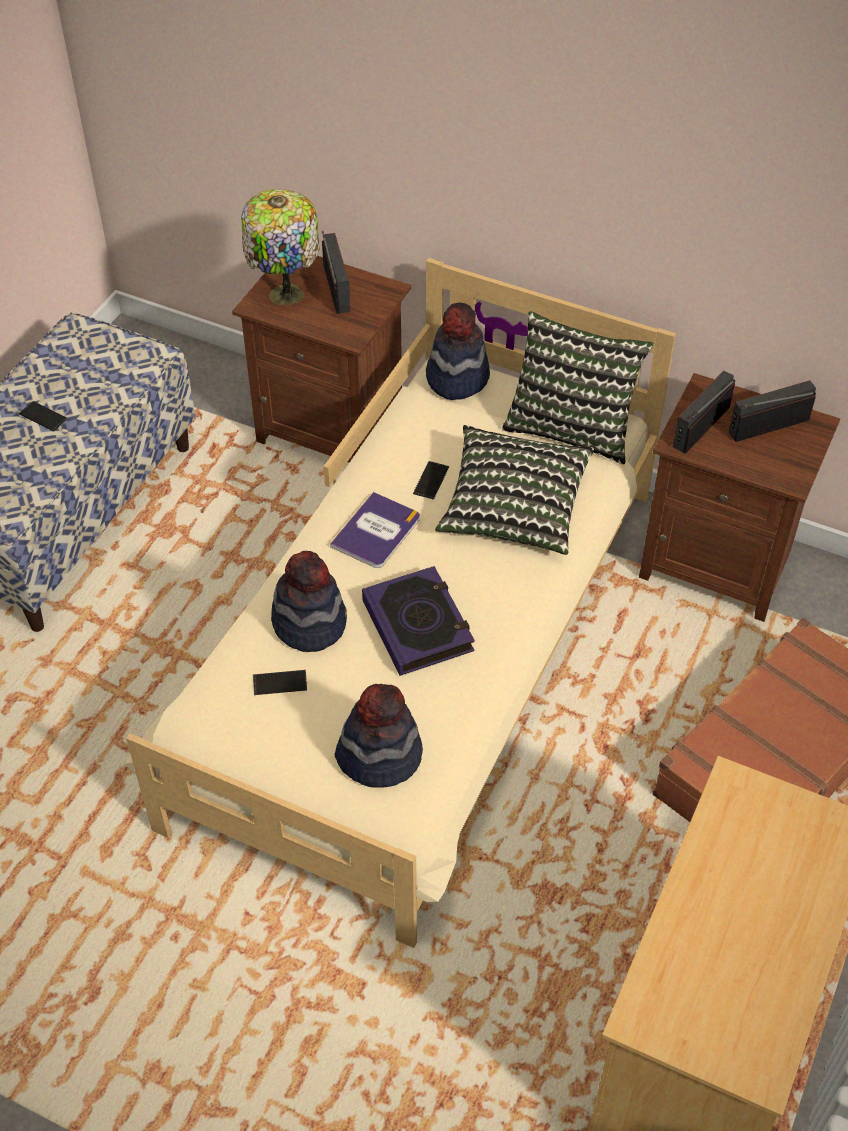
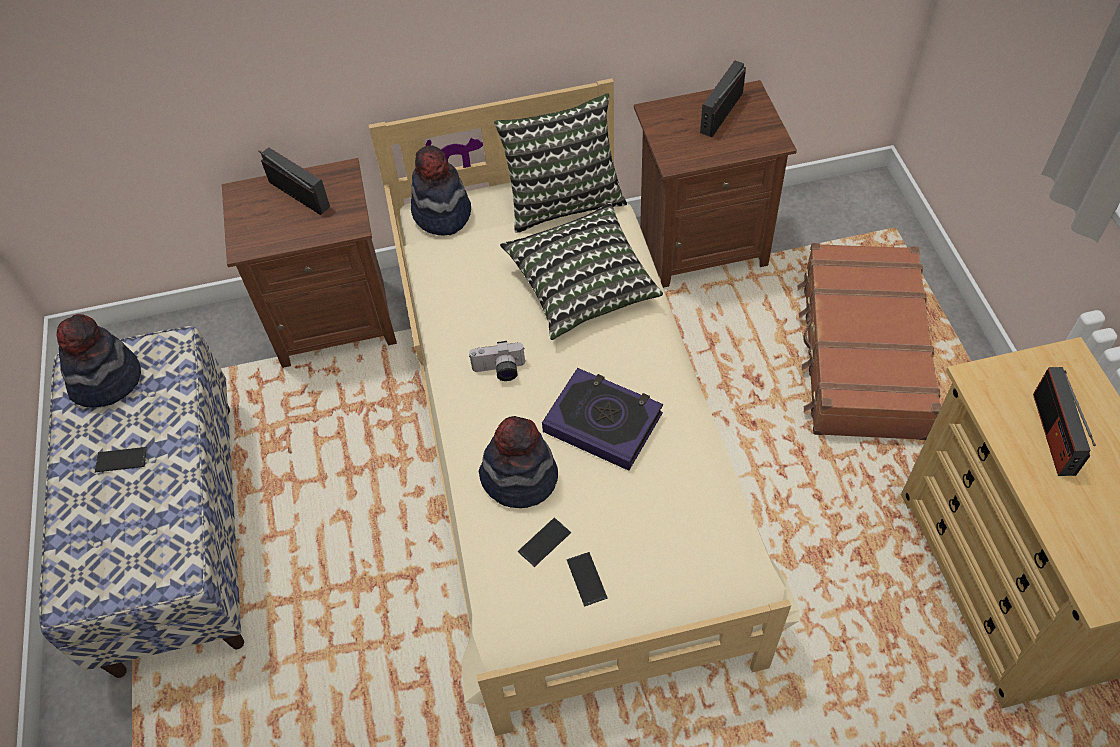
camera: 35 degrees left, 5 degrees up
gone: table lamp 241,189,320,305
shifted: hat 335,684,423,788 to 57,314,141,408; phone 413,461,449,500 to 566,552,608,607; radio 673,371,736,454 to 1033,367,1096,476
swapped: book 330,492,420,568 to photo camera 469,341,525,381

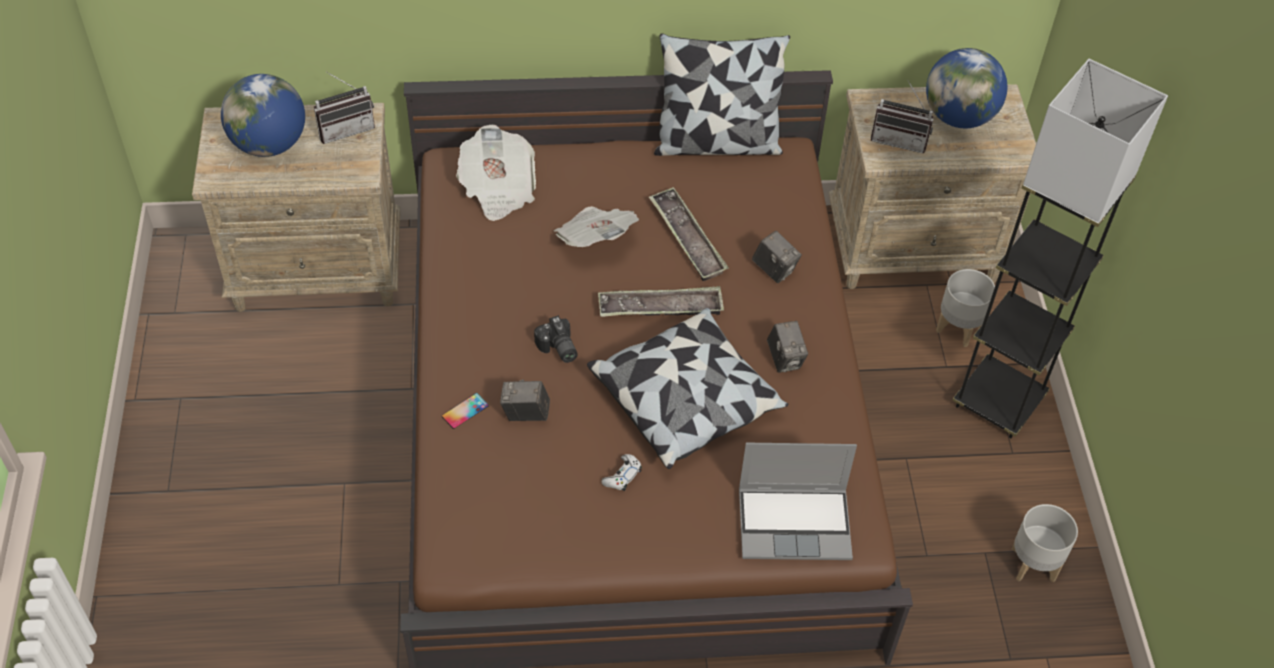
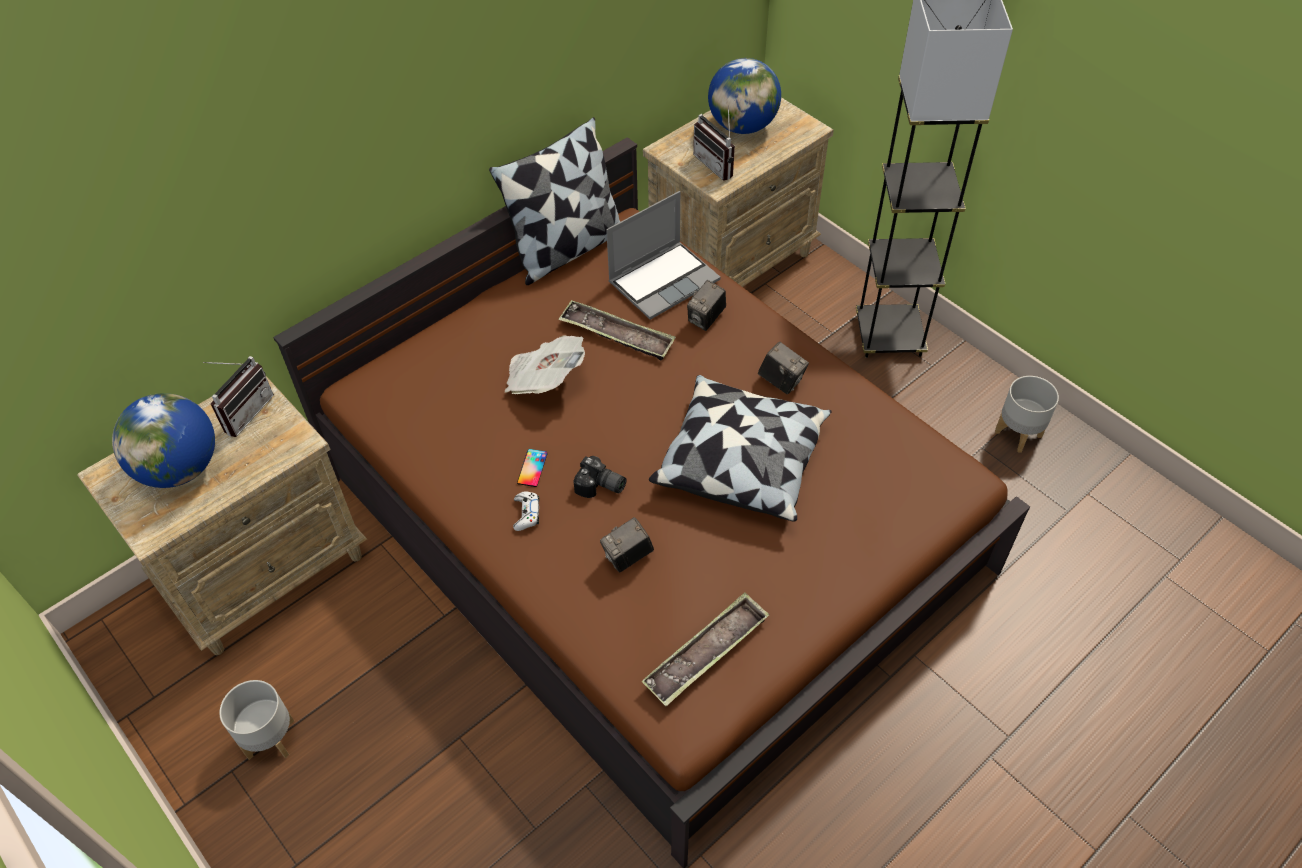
camera: 35 degrees left, 0 degrees up
gone: newspaper 456,125,536,221
shifted: phone 442,393,489,429 to 517,449,548,487; tray 598,286,724,317 to 642,592,769,706; game controller in white 602,454,642,491 to 513,491,539,531; laptop 739,443,857,560 to 606,191,721,320; planter in grey 936,269,995,347 to 219,680,294,760
rotated: photo camera 752,231,802,283 = 687,280,726,331 120 degrees clockwise; radio 871,80,933,154 = 693,105,735,181 75 degrees clockwise

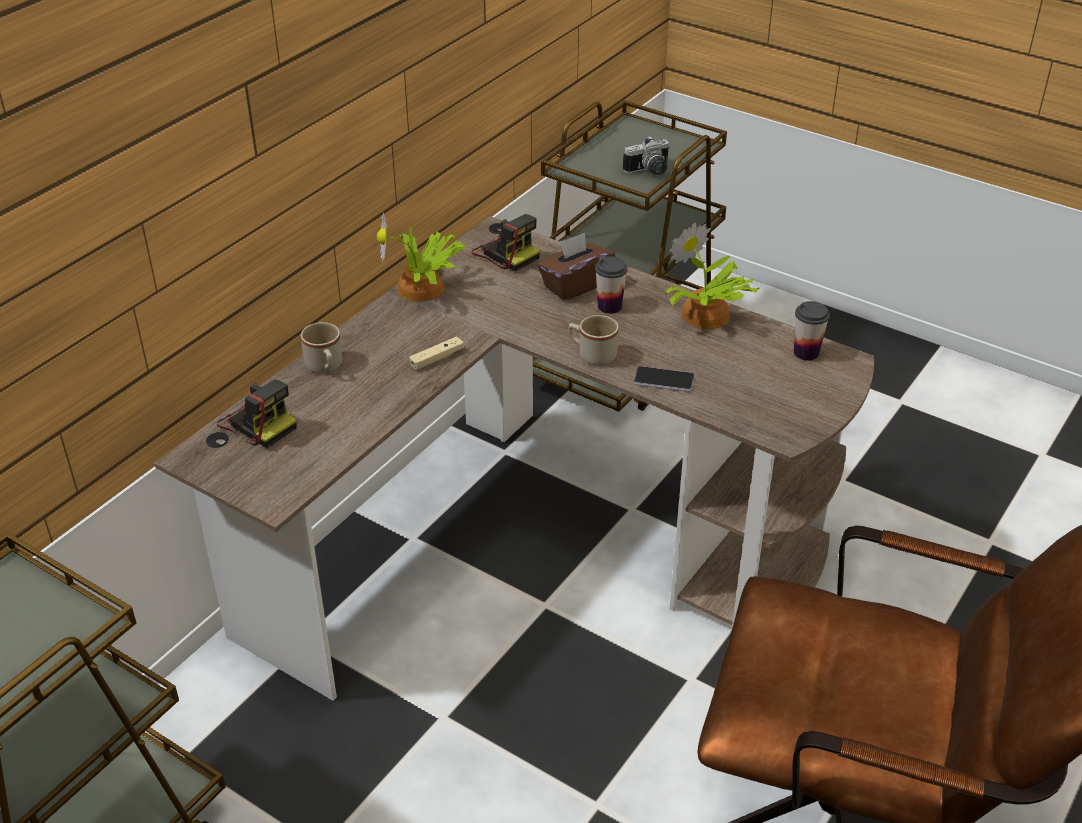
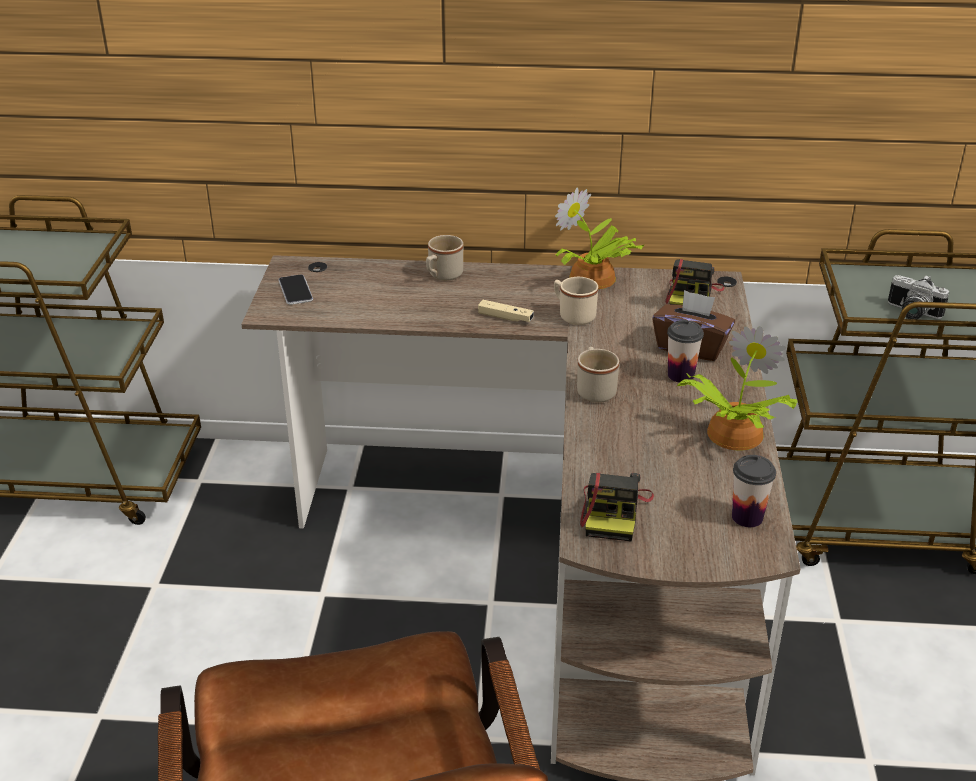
camera: 60 degrees right, 5 degrees down
new: mug in beige 554,277,598,325
shifted: photo camera 217,379,296,448 to 580,473,654,542; phone 634,366,695,392 to 278,275,313,305

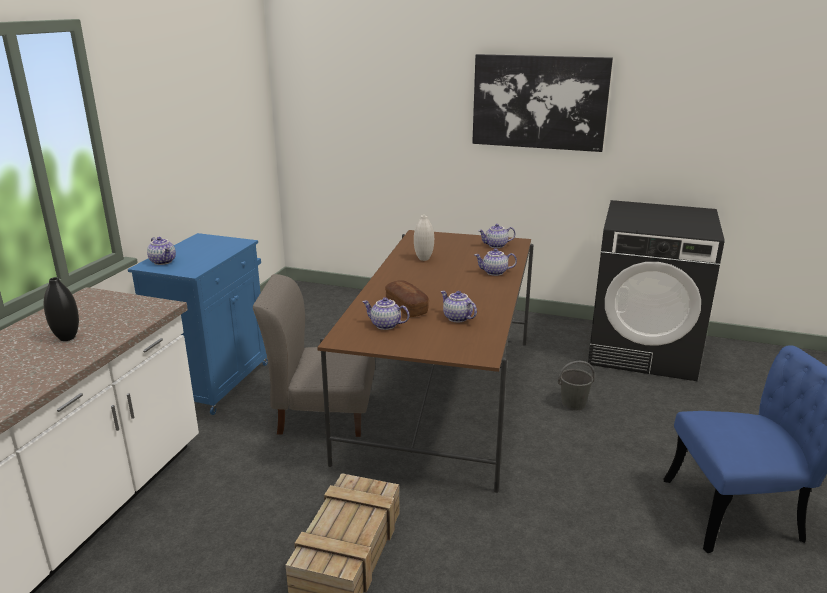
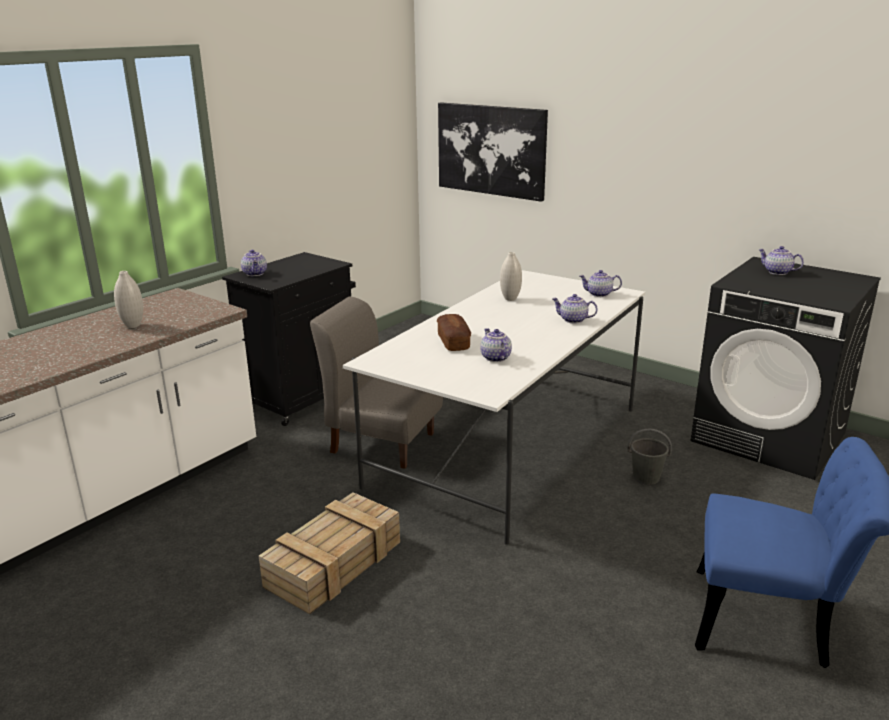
camera: 20 degrees right, 0 degrees up
shifted: teapot 362,297,410,330 to 758,246,804,275; picture 472,54,613,152 to 438,102,548,202
repainted: vase in black 44,277,79,341 to vase in white 114,271,143,328; cabinet in blue 128,233,268,415 to cabinet in black 222,252,356,426; dining table in brown 317,230,533,493 to dining table in white 343,270,645,545

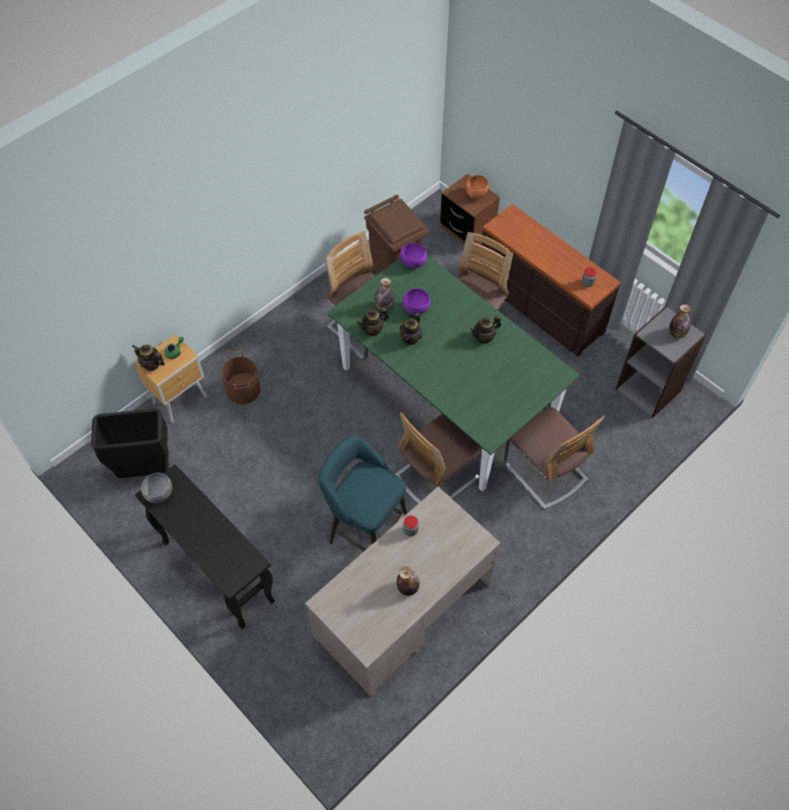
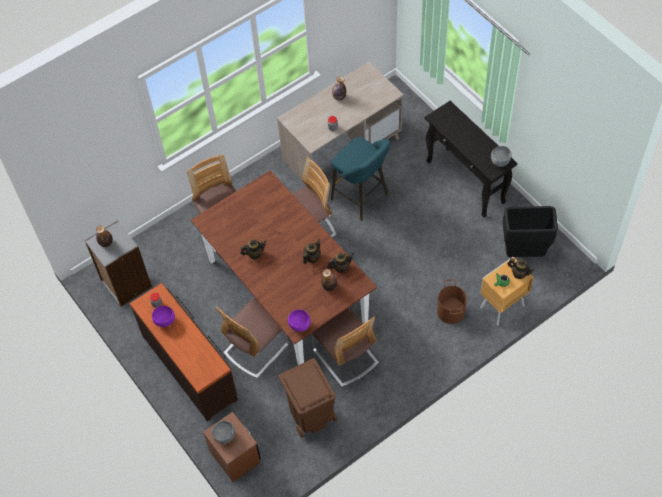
camera: 170 degrees left, 0 degrees up
shifted: bowl in purple 403,288,430,315 to 152,306,175,327
repainted: dining table in green 327,255,580,491 to dining table in brown 191,170,377,365; bowl in orange 465,175,489,199 to bowl in grey 212,421,235,444

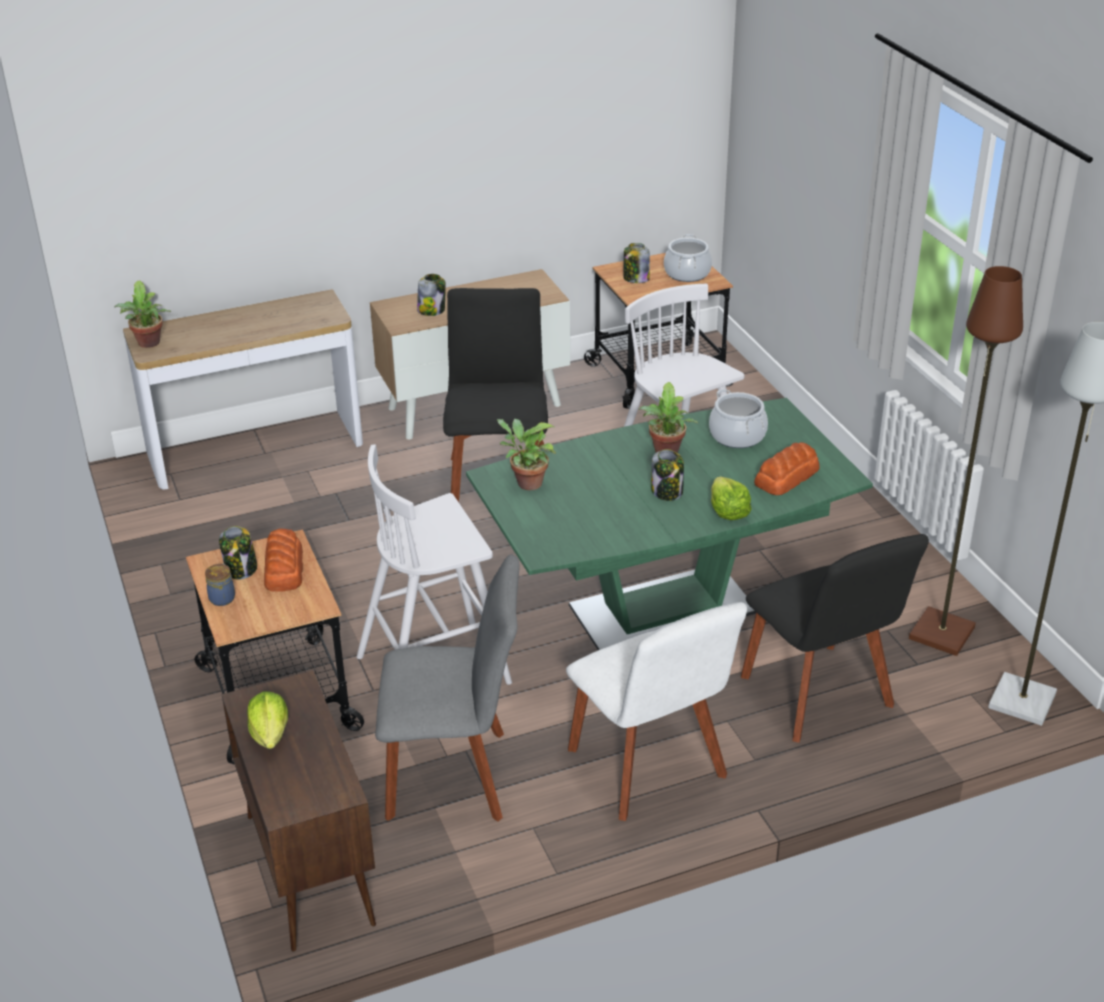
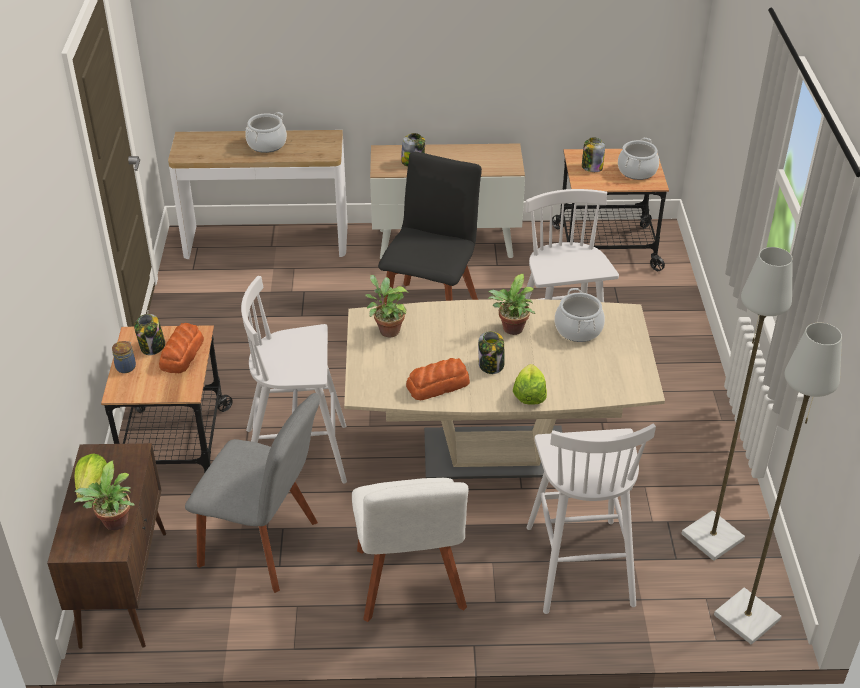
camera: 20 degrees right, 5 degrees up
new: cooking pot 245,112,287,153
shifted: potted plant 115,281,171,348 to 74,460,135,531; bread 754,442,819,495 to 406,358,470,400
swapped: chair in black 741,534,929,743 to stool in white 527,424,656,614
repainted: dining table in green 466,398,873,650 to dining table in beige 344,299,665,479; floor lamp in brown 909,266,1023,656 to floor lamp in grey 681,247,793,561

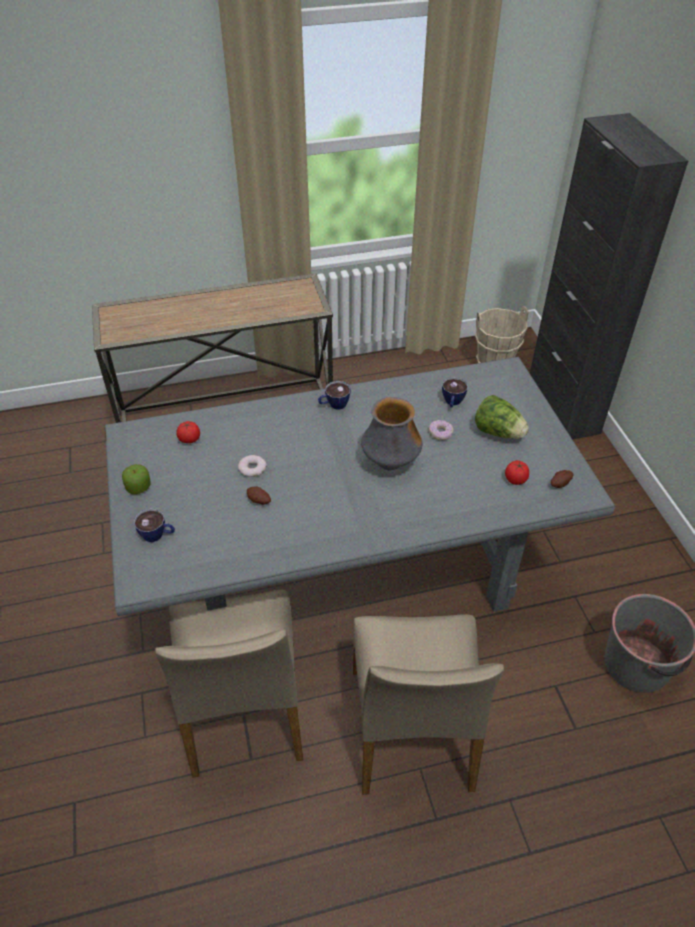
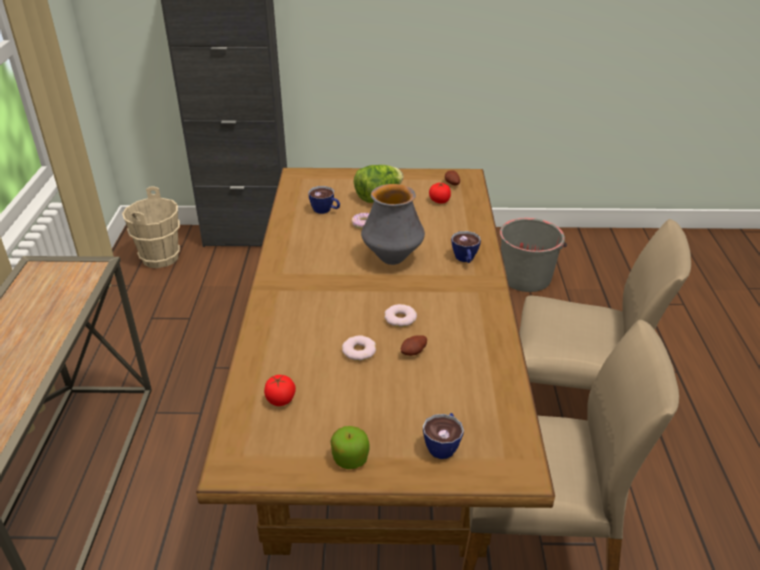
camera: 75 degrees left, 10 degrees down
new: donut 384,304,417,327
shifted: cup 318,381,351,410 to 451,231,481,263
repainted: dining table in grey 105,357,616,616 to dining table in brown 196,168,555,557

